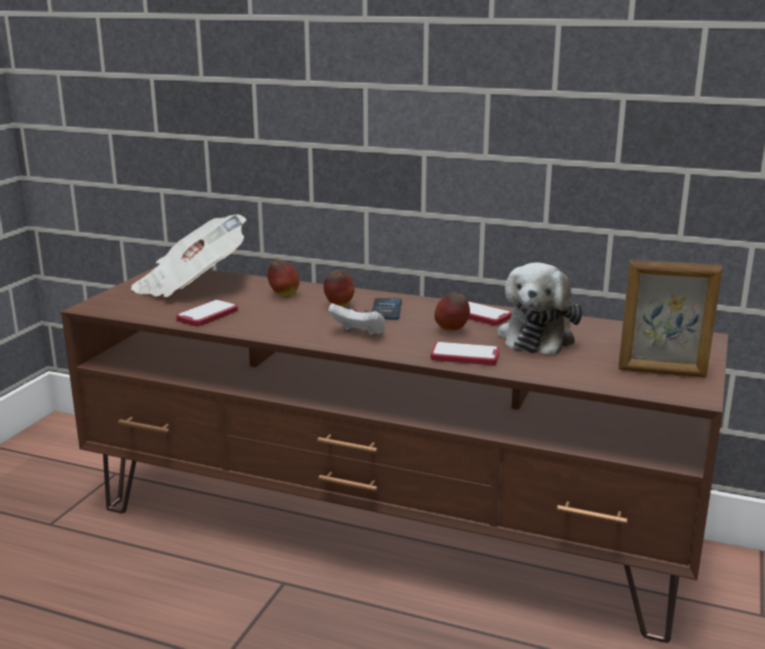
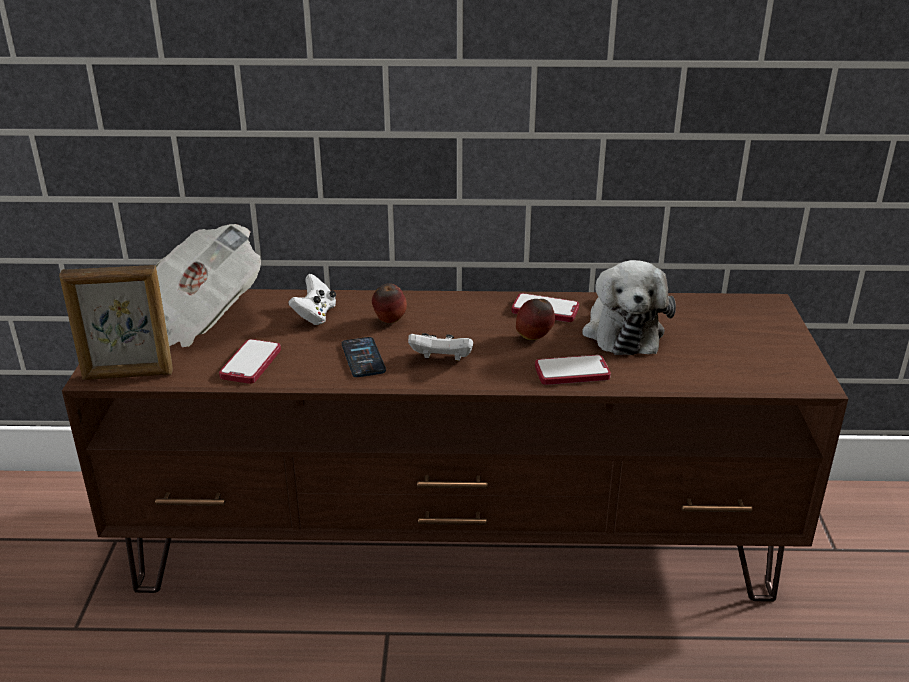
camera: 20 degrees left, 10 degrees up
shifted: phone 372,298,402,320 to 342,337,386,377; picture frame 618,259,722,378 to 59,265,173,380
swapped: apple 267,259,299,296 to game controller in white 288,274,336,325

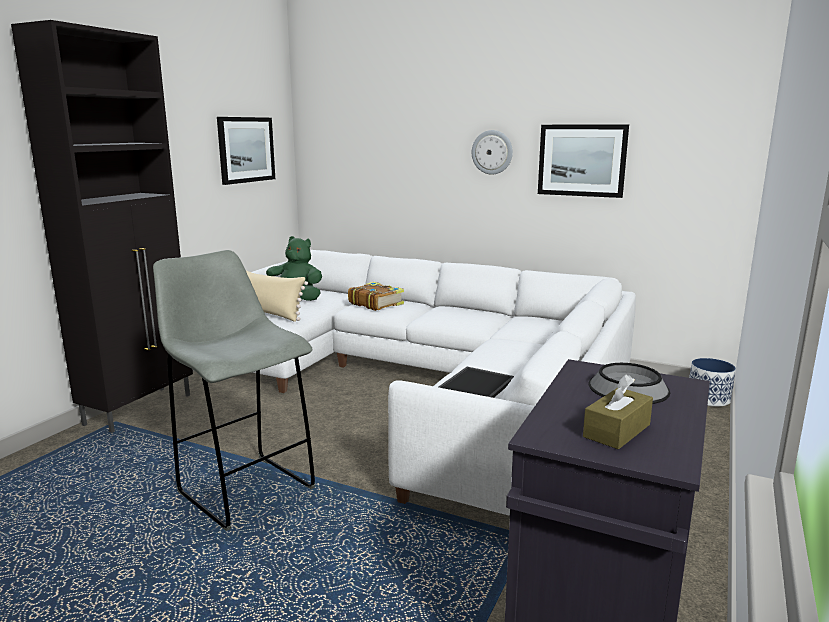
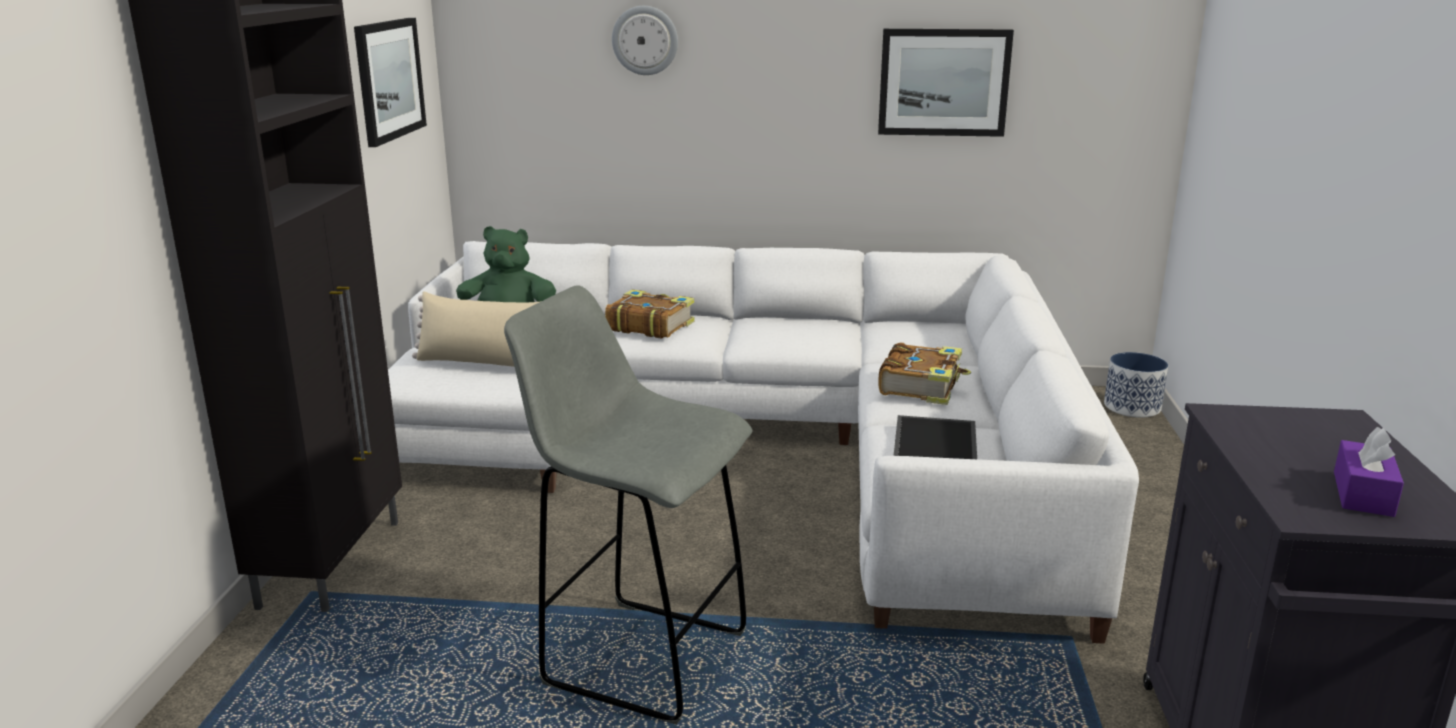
camera: 20 degrees left, 5 degrees up
gone: bowl 589,363,670,404
new: book 878,342,971,405
shifted: wall clock 472,130,513,175 to 612,6,678,75
repainted: tissue box in brown 583,375,653,449 to tissue box in purple 1334,427,1404,517

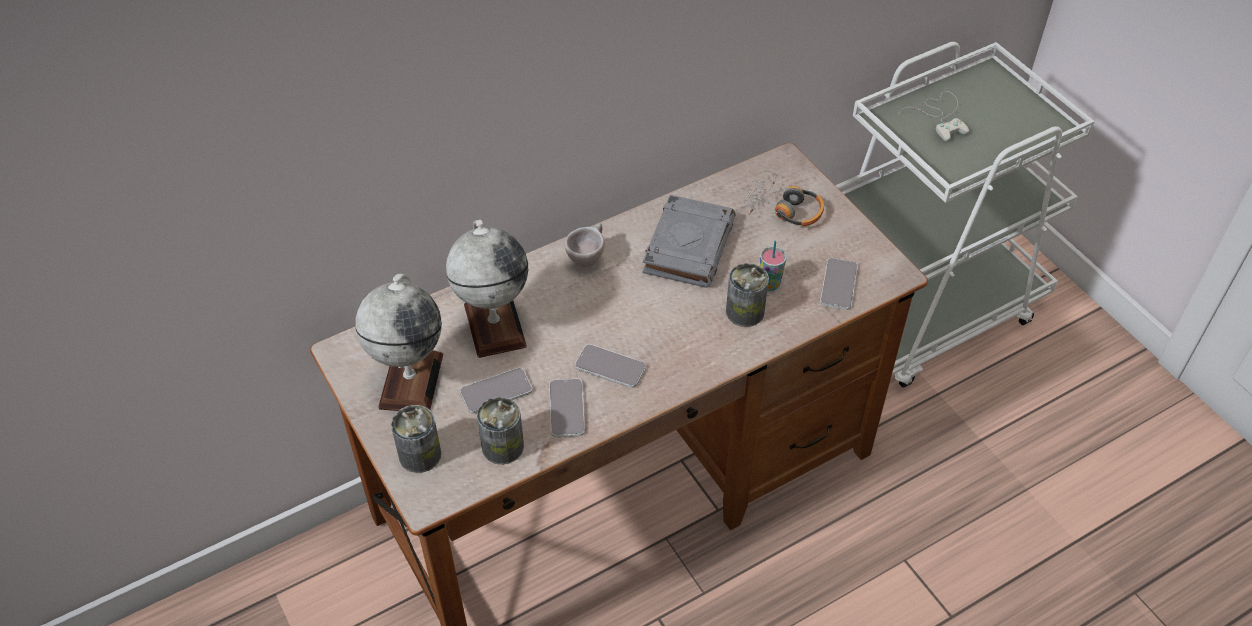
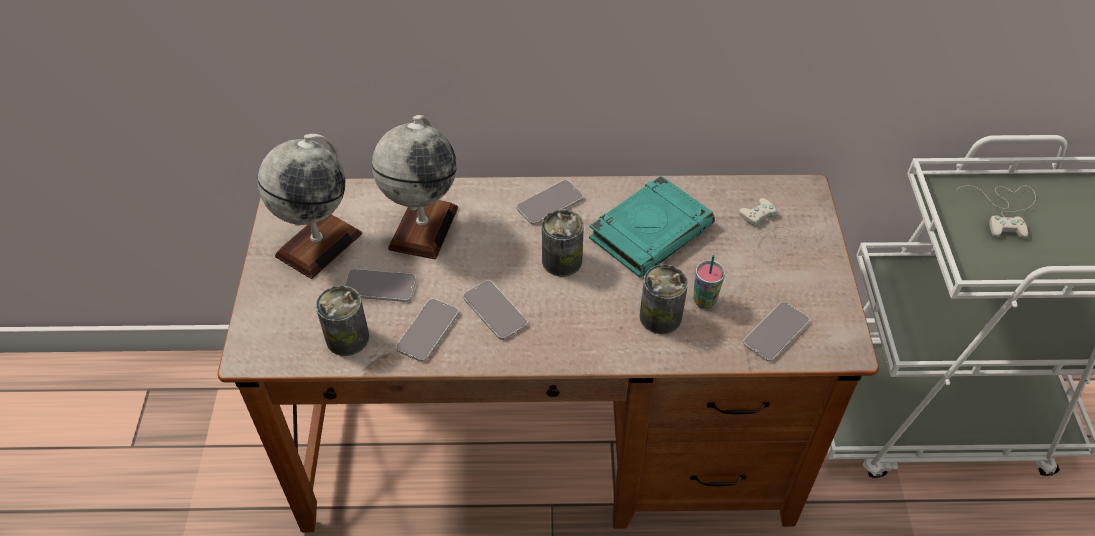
camera: 30 degrees right, 0 degrees up
shifted: can 391,405,441,473 to 542,209,584,276
swapped: cup in beige 565,223,605,267 to phone 517,180,583,225; headphones 744,170,824,226 to game controller in white 739,198,822,263
repainted: book in grey 642,195,735,288 to book in turquoise 589,176,715,278

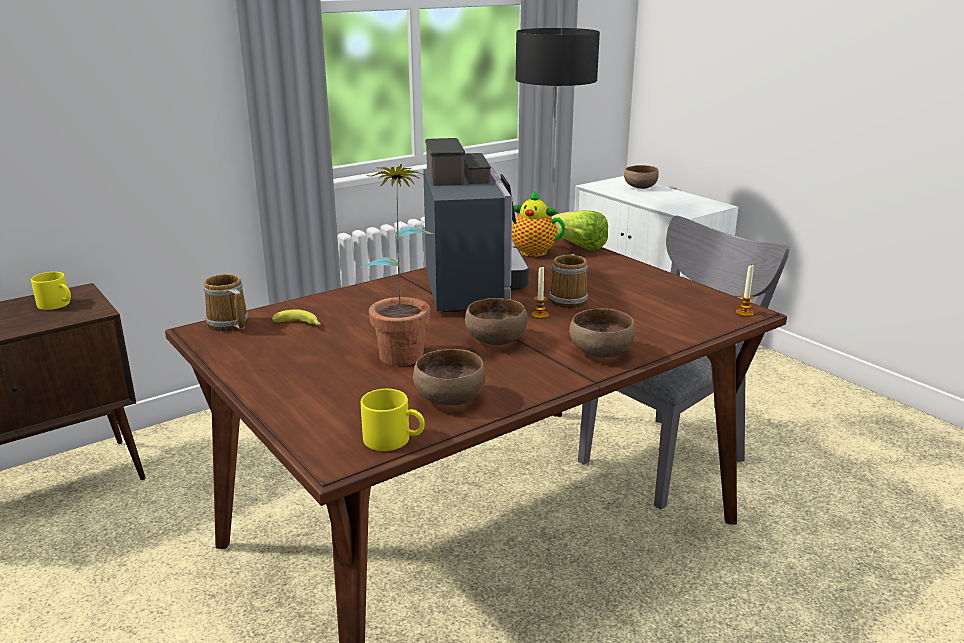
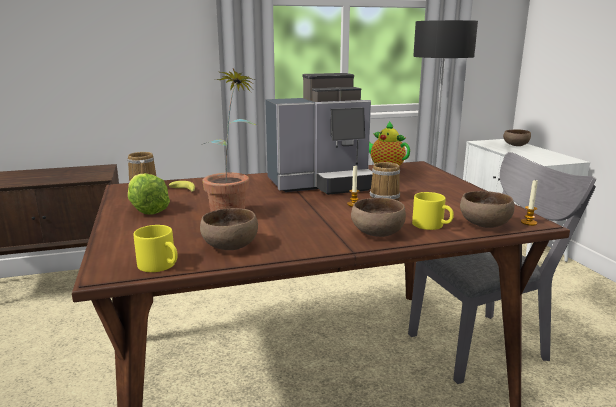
camera: 20 degrees right, 5 degrees down
shifted: mug in yellow 31,272,71,310 to 412,192,454,230; bowl in brown 465,298,528,345 to 460,191,515,228; lettuce 551,210,608,251 to 128,173,170,215
rotated: coffee machine 423,138,529,313 = 265,73,373,195 60 degrees clockwise

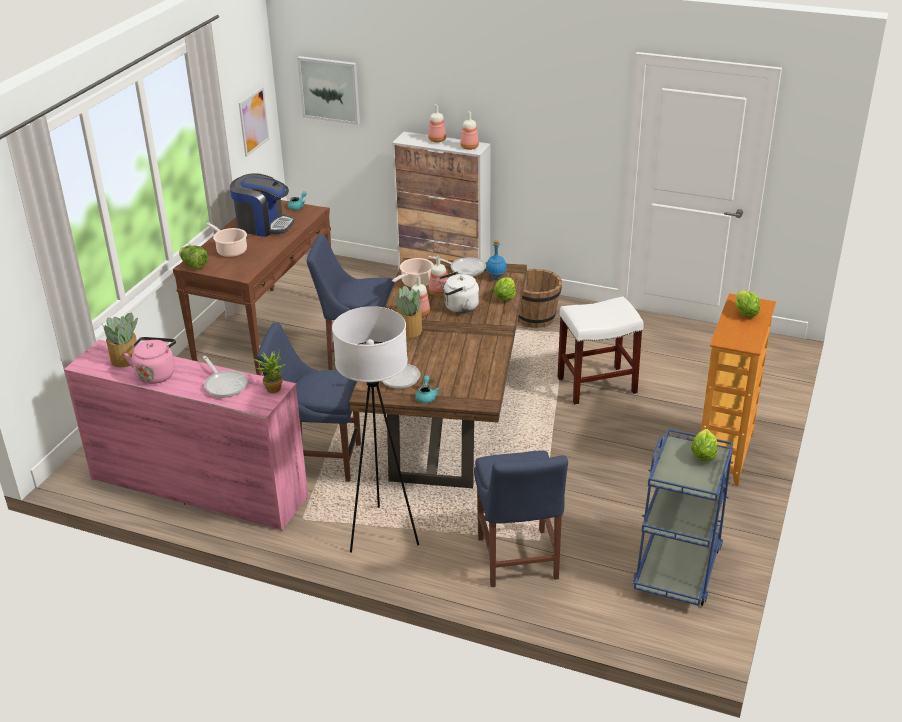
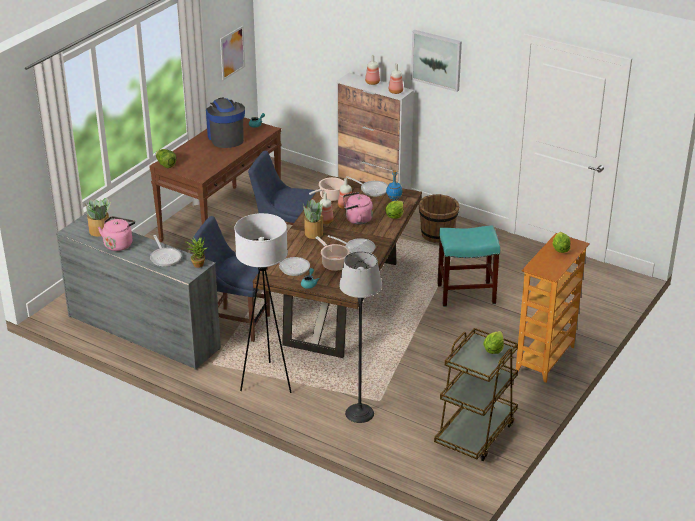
camera: 10 degrees right, 0 degrees up
new: frying pan 328,235,375,253
shifted: cooking pot 206,222,247,257 to 315,236,350,271; picture 297,56,360,125 to 411,30,462,92
swapped: chair in blue 474,450,568,587 to floor lamp 339,251,382,423
repainted: dresser in pink 64,340,308,531 to dresser in grey 56,214,221,370; kettle in white 439,271,479,313 to kettle in pink 343,192,373,224; stool in white 557,296,644,405 to stool in turquoise 437,225,500,307; cart in blue 633,429,733,606 to cart in brown 434,328,518,461
rotated: coffee machine 230,173,295,237 = 206,98,245,148 135 degrees counterclockwise

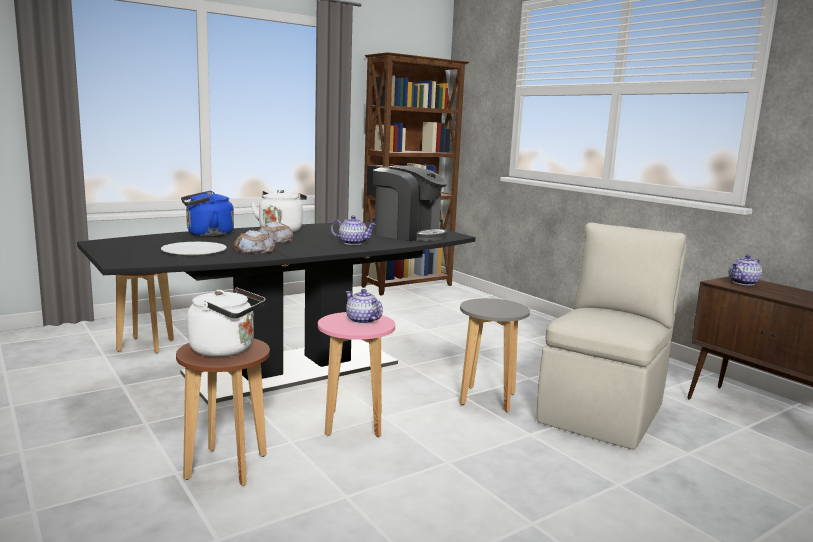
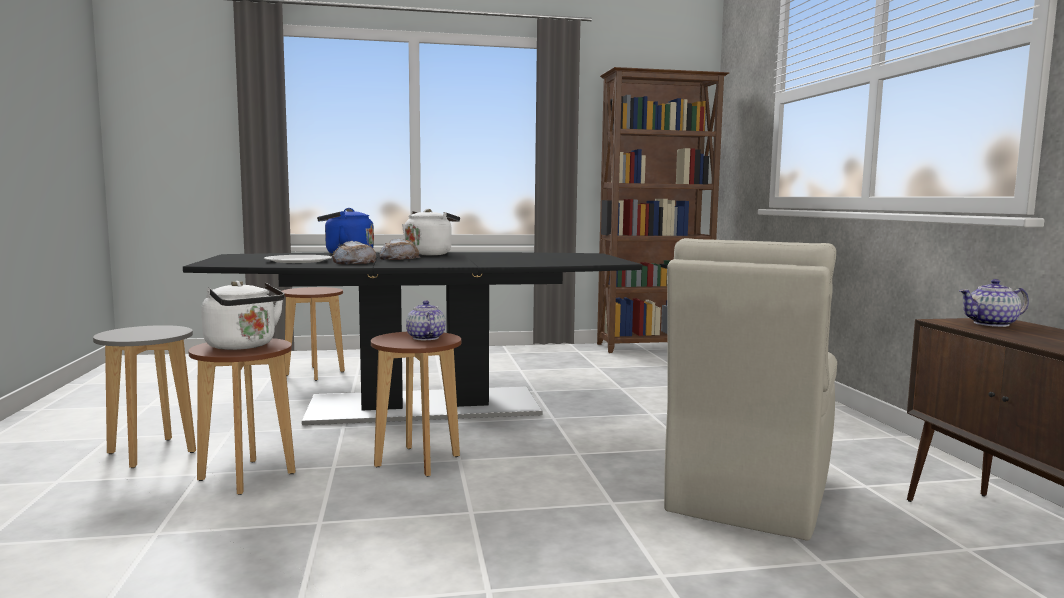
camera: 25 degrees right, 5 degrees down
gone: teapot 331,215,376,245; coffee machine 373,166,447,241
shifted: stool in grey 460,298,530,412 to 93,325,196,468
repainted: stool in pink 318,312,395,437 to stool in brown 371,332,461,477
rotated: chair in beige 537,222,687,449 = 664,238,837,540 150 degrees clockwise

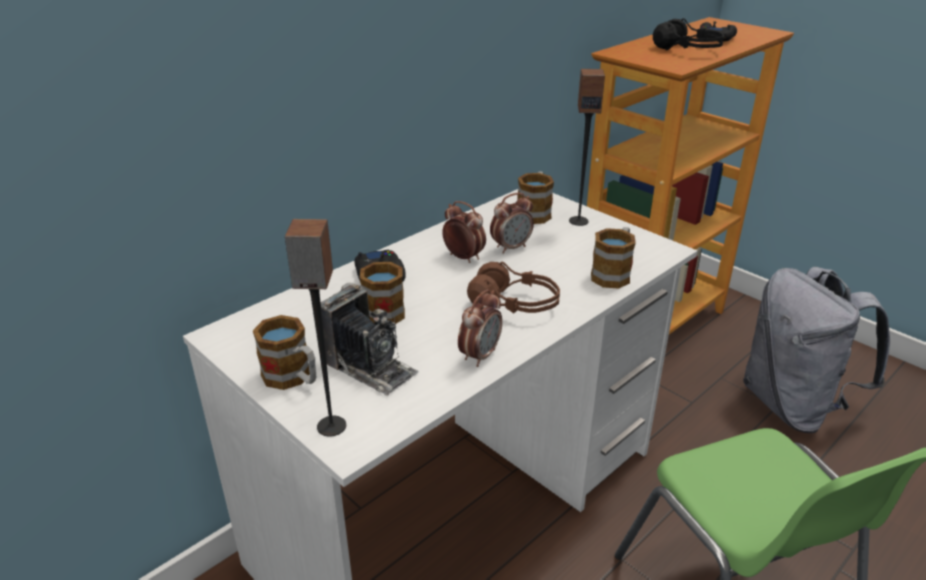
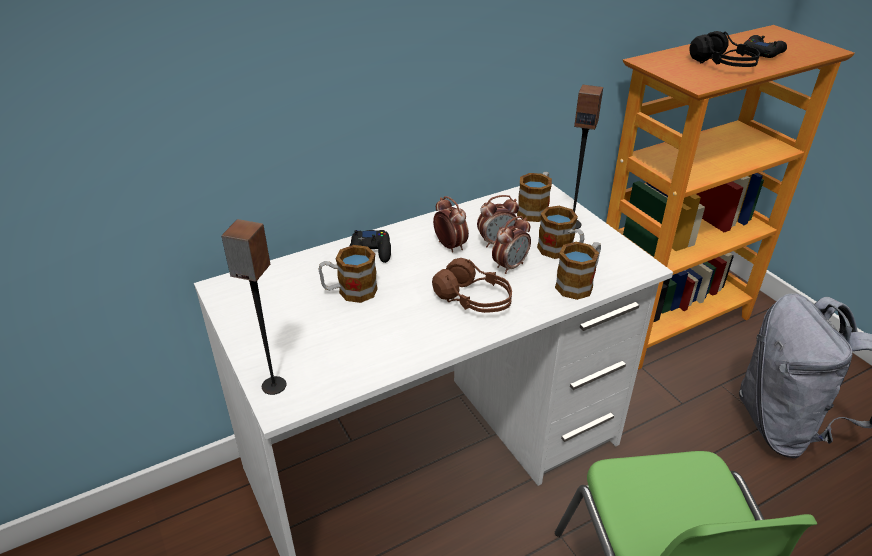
camera: 15 degrees right, 5 degrees up
gone: photo camera 320,284,419,396
shifted: mug 253,315,316,390 to 537,206,584,259; alarm clock 458,289,502,367 to 492,216,531,274

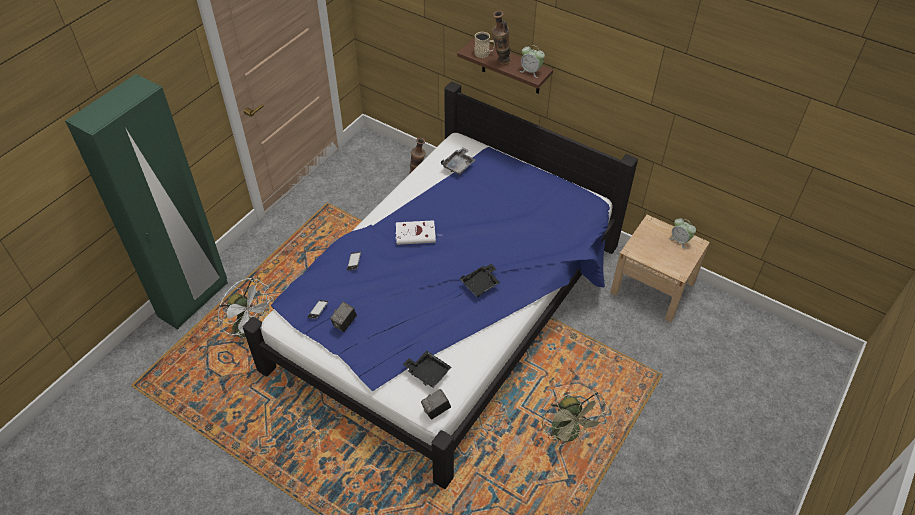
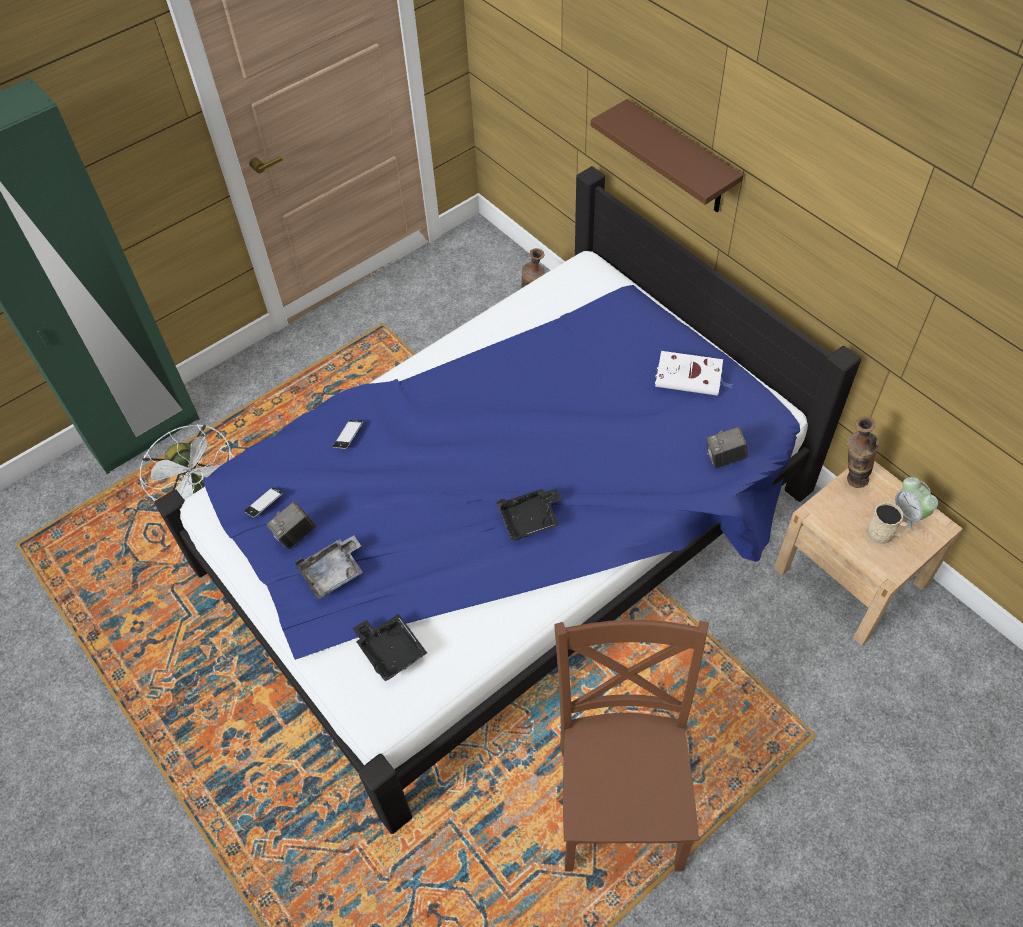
camera: 20 degrees right, 5 degrees up
gone: alarm clock 520,45,545,78
shifted: book in white 395,220,443,245 to 655,351,732,396; photo camera 421,389,451,420 to 707,427,748,468; tray in grey 441,147,475,175 to 295,536,363,599; mug in beige 474,32,495,58 to 866,502,908,544; vase 492,11,510,65 to 847,416,879,488
swapped: fan in green 542,390,609,445 to chair in brown 554,620,709,872

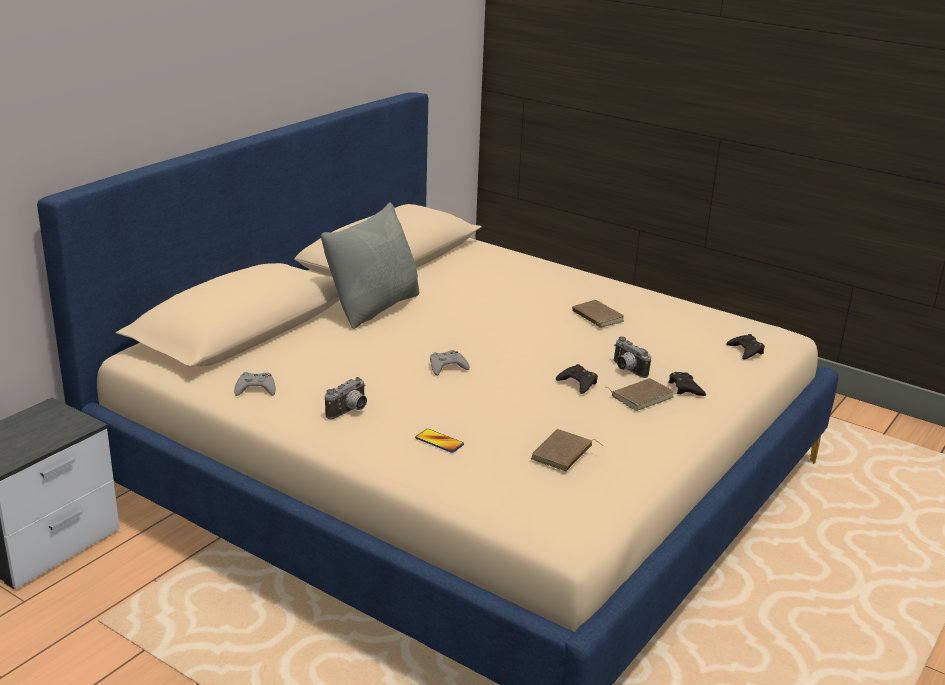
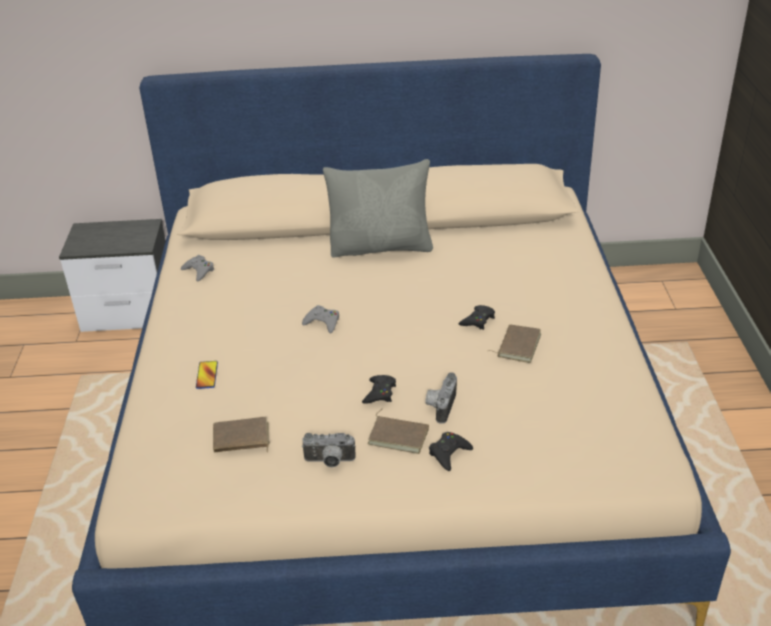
camera: 55 degrees right, 10 degrees up
shifted: photo camera 325,377,367,419 to 302,433,356,467; game controller in black 726,334,765,359 to 458,305,495,330

